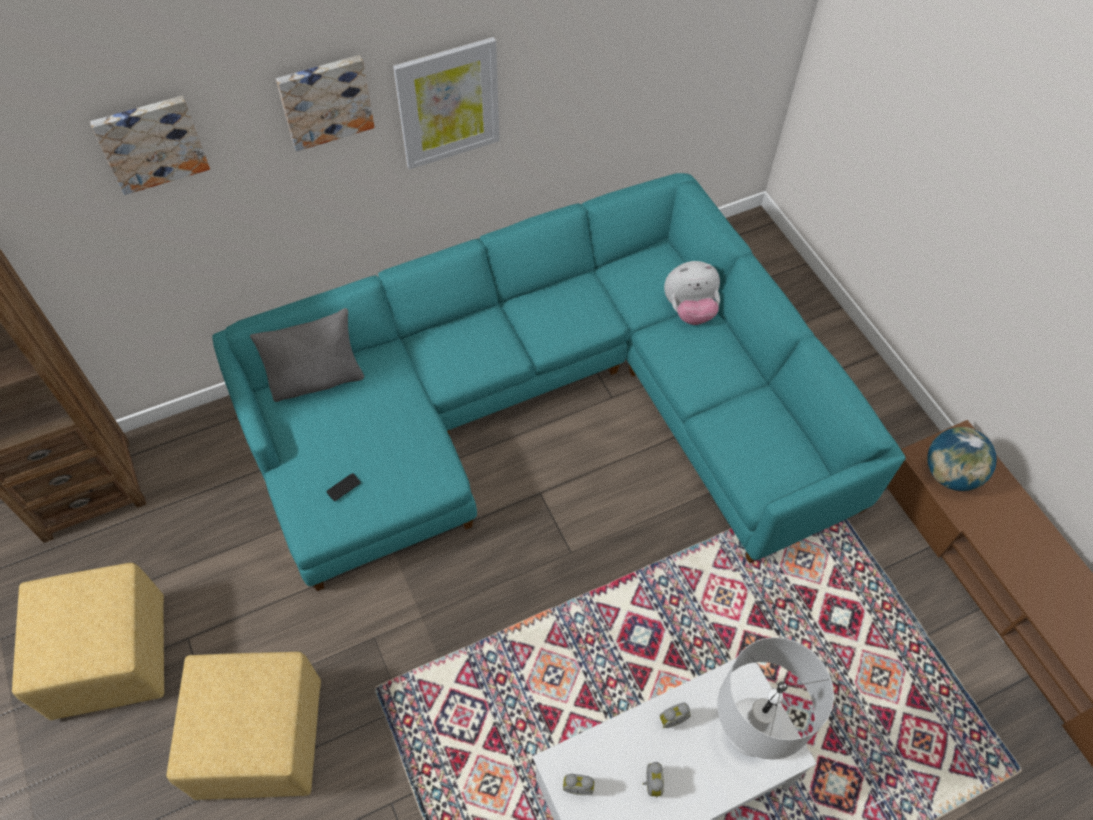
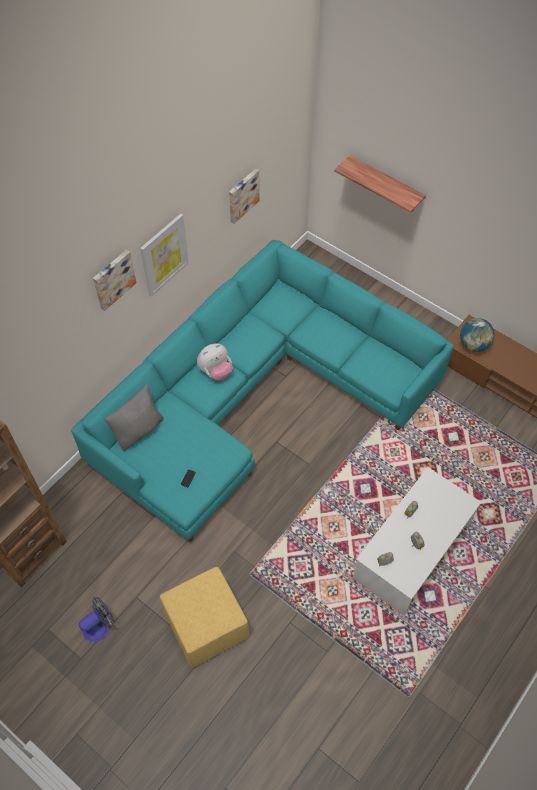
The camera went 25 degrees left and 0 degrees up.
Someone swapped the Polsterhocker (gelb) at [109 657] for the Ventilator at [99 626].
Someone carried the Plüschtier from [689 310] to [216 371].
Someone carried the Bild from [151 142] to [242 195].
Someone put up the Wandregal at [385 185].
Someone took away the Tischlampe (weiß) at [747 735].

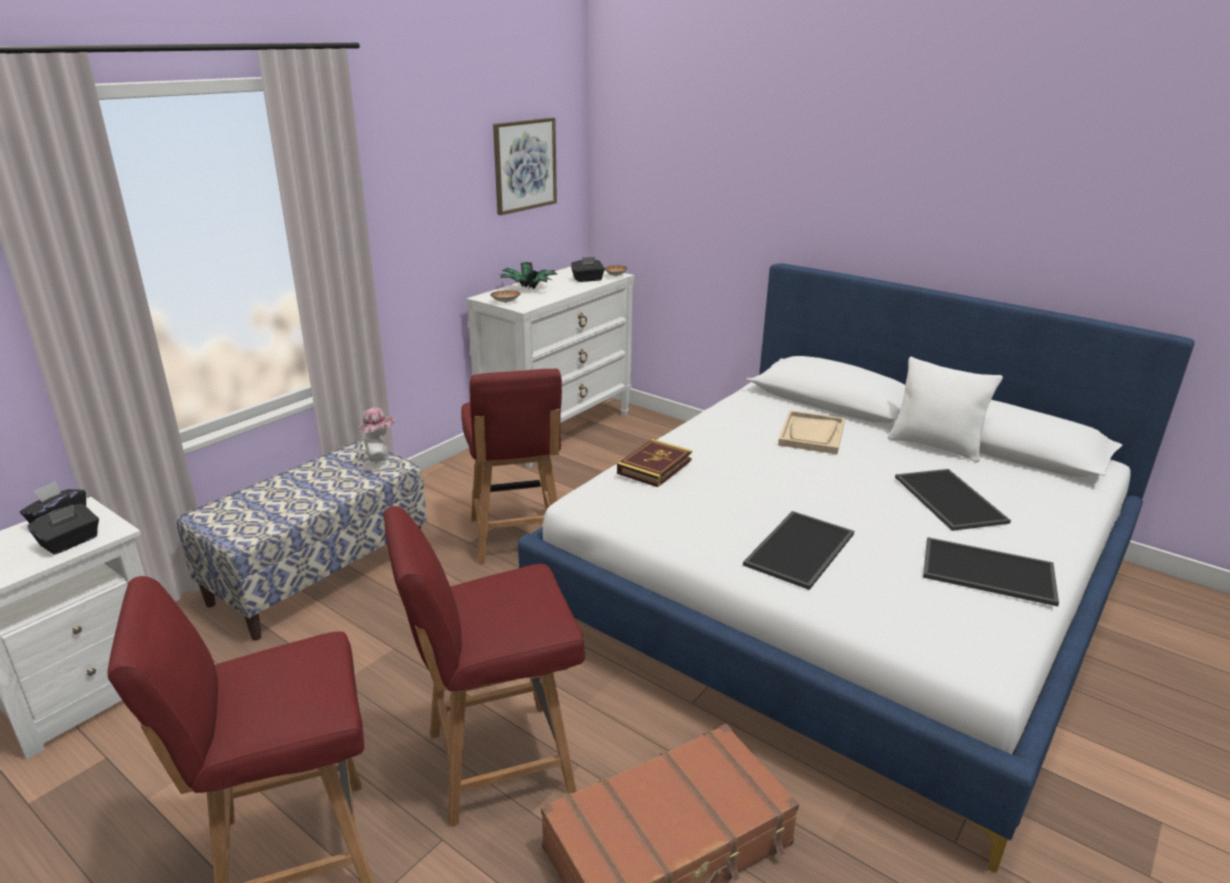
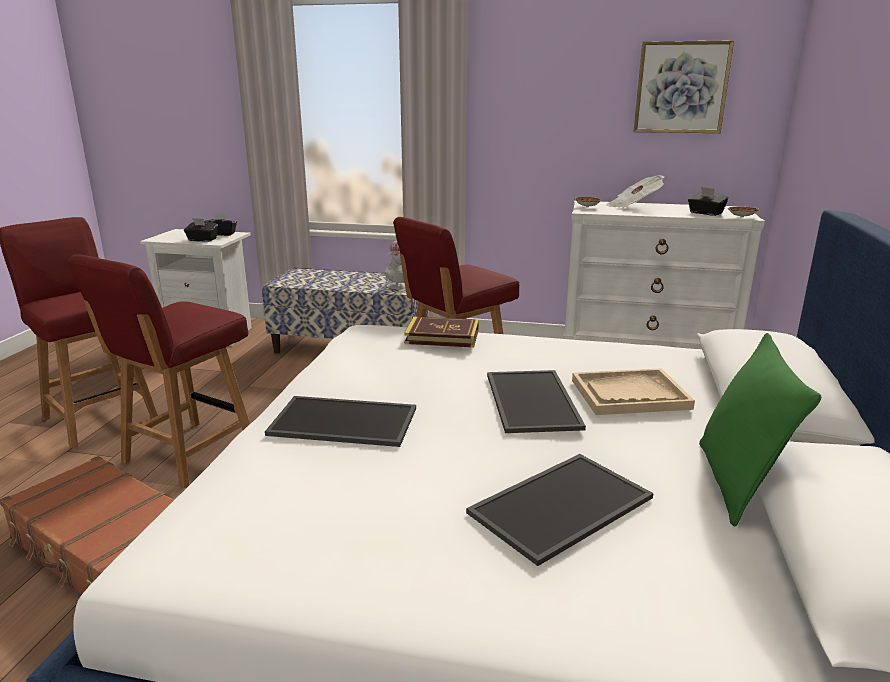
The camera went 65 degrees right and 5 degrees down.
Someone rotated the Stuhl (rot) at [495 762] by 105 degrees counterclockwise.
Someone carried the Tablett from [987 572] to [529 400].
Someone swapped the Topfpflanze at [528 289] for the Zeitung at [633 206].
Someone repainted the Kissen (weiß) at [935 446], which became the Kissen (grün) at [736 483].

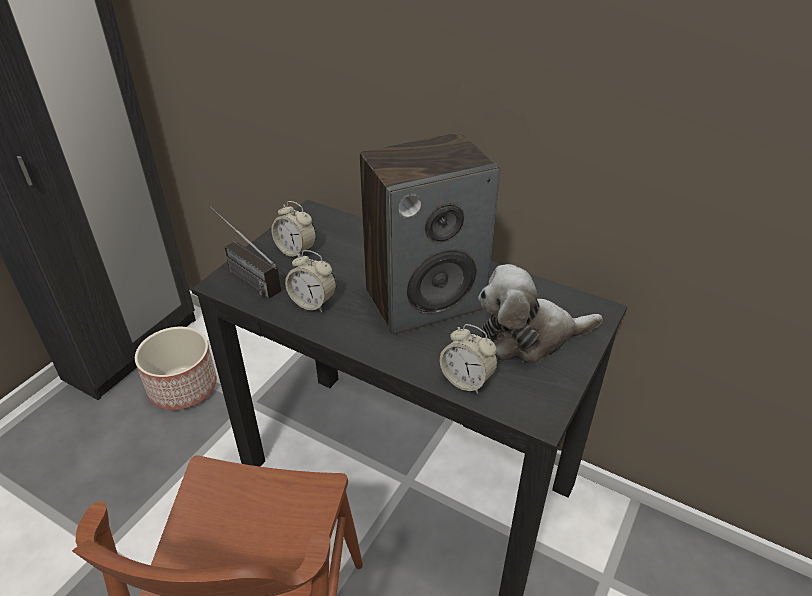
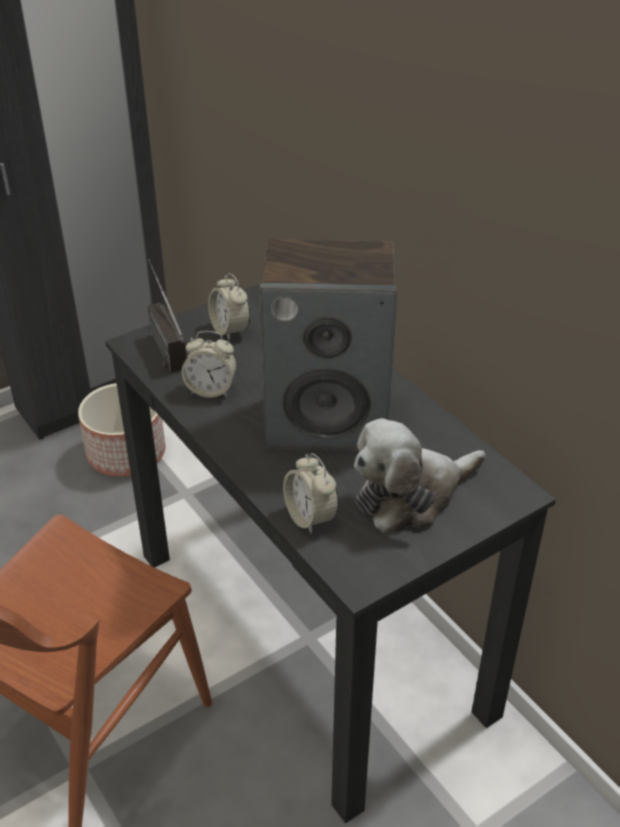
The camera went 25 degrees right and 0 degrees up.
Someone rotated the Wecker at [313 302] by 45 degrees counterclockwise.
Someone rotated the Plüschtier at [529 337] by 45 degrees counterclockwise.

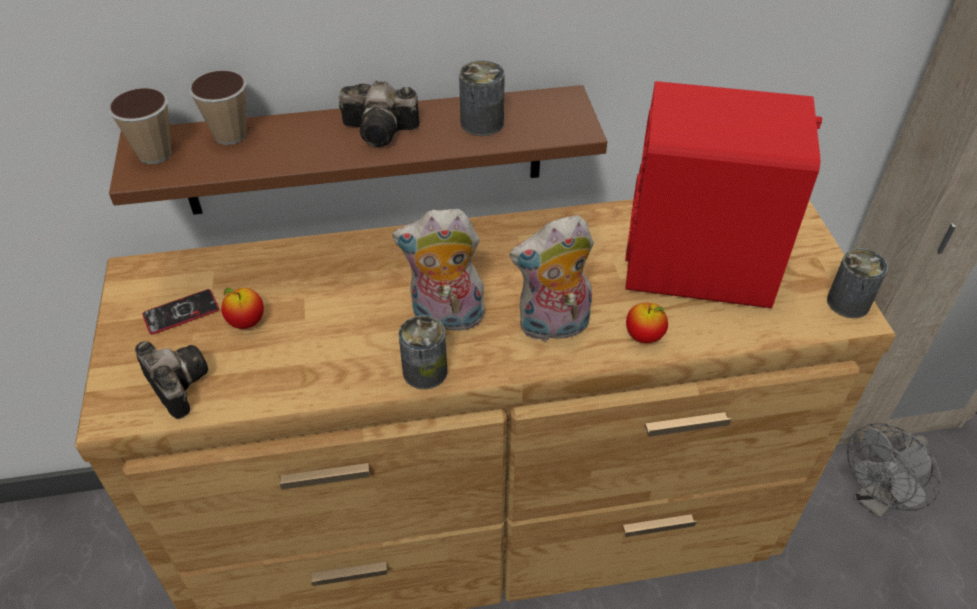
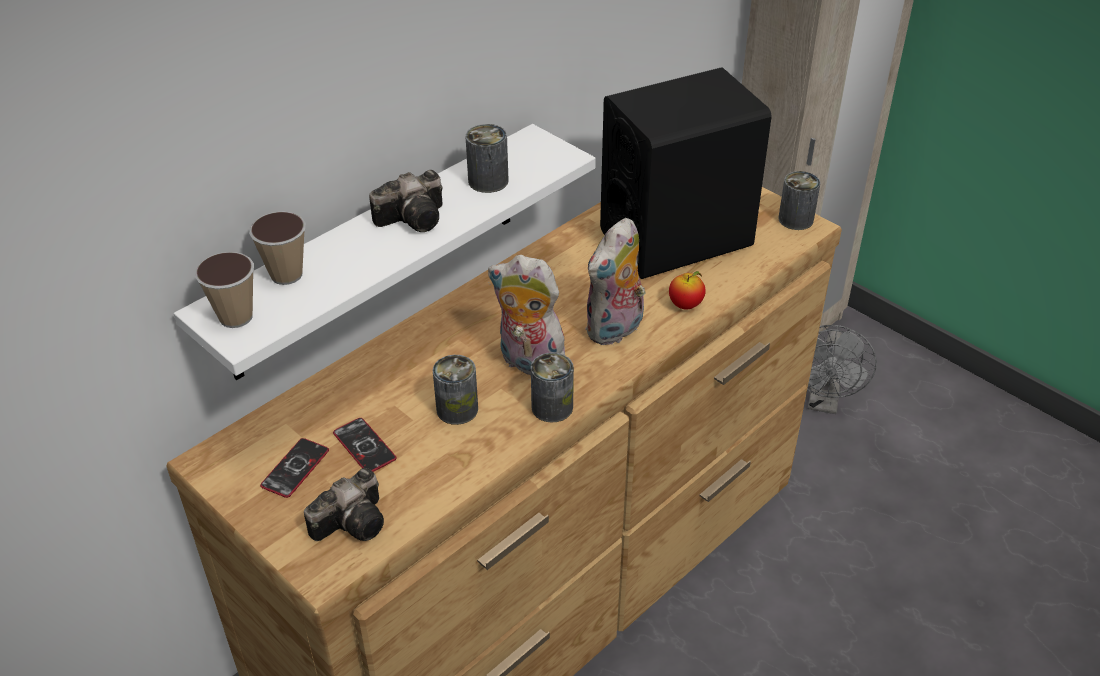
The camera went 35 degrees left and 5 degrees down.
Someone repainted the Wandregal (braun) at [364 151], which became the Wandregal (weiß) at [376 252].
Someone rotated the Kamera at [175 383] by 120 degrees clockwise.
Someone swapped the Apfel at [246 322] for the Handy at [364 446].
Someone put down the Dose at [457 409].
Someone rotated the Plüschtier at [445 318] by 60 degrees clockwise.
Someone repainted the Lautsprecher (rot) at [699 265], which became the Lautsprecher (schwarz) at [676 238].

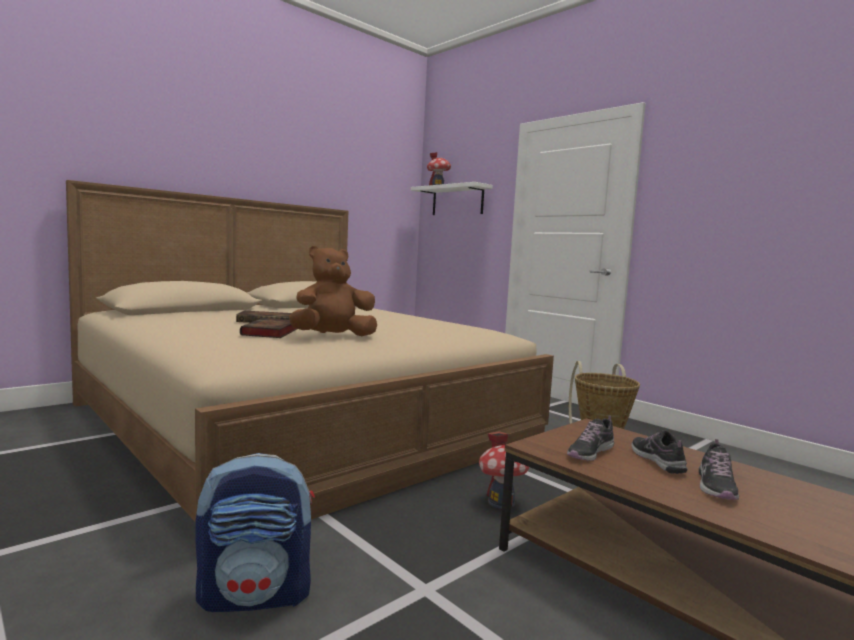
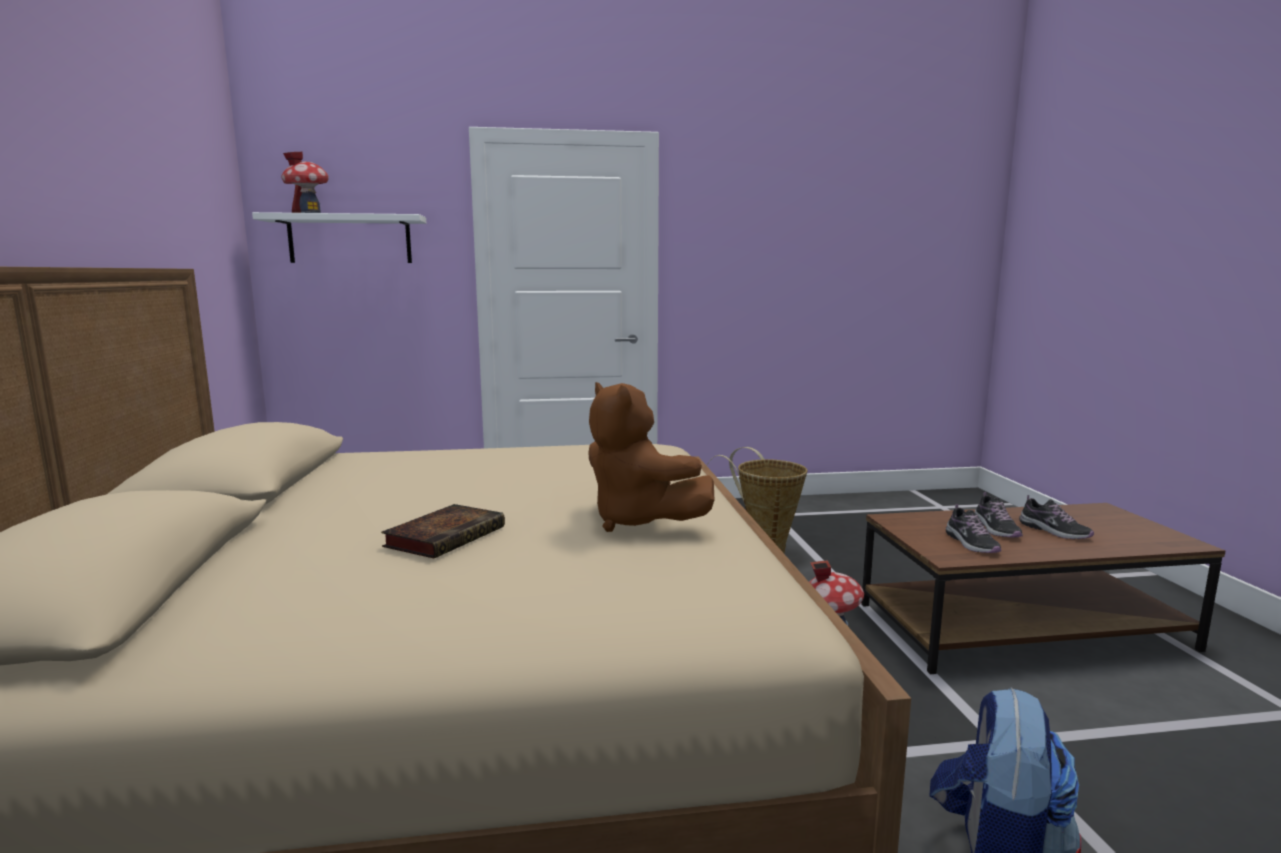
The camera went 55 degrees left and 5 degrees up.
Someone rotated the Plüschtier (braun) at [333 336] by 45 degrees counterclockwise.
Someone rotated the Schuh at [657 461] by 120 degrees counterclockwise.
Someone took away the Buch at [271 332].

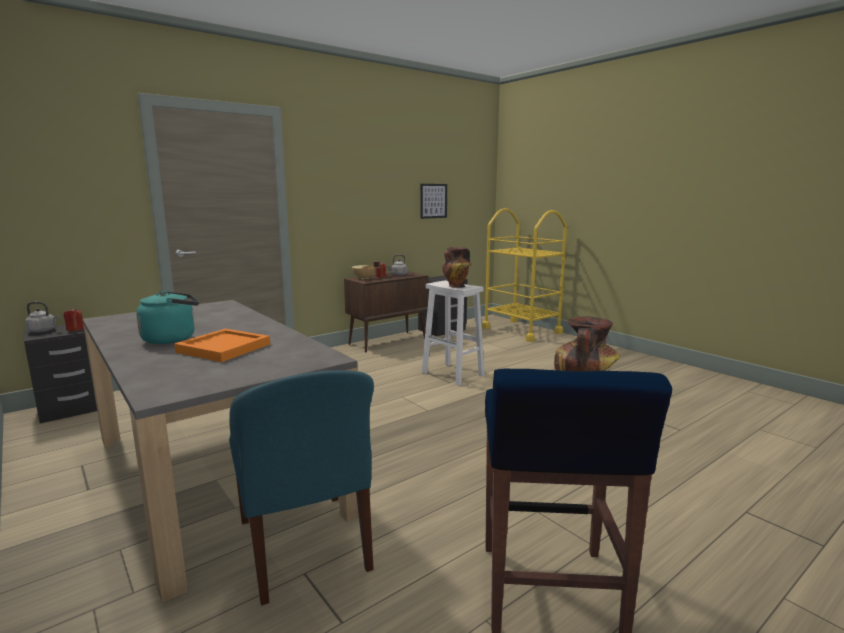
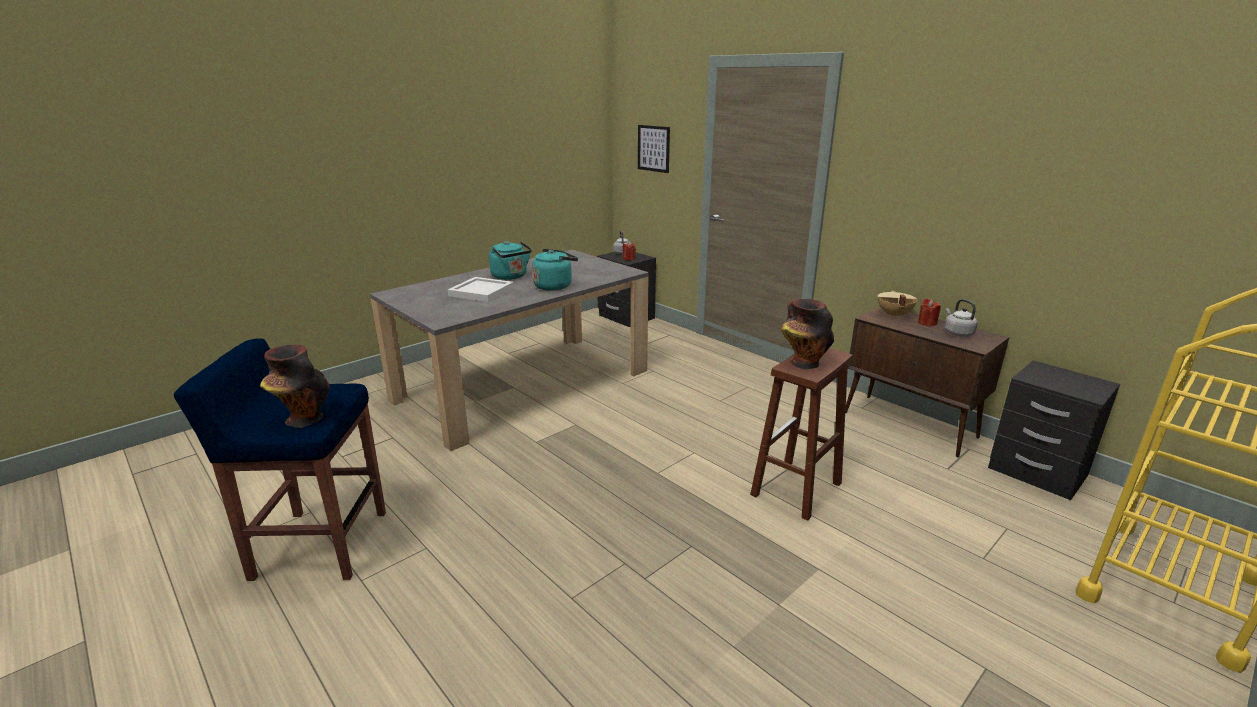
The camera went 85 degrees right and 10 degrees up.
Someone repainted the Tablett (orange) at [224 348], which became the Tablett (weiß) at [482 291].
Someone put down the Wasserkessel (türkis) at [555 286].
Someone carried the Bild from [433 201] to [653 148].
Someone repainted the Hocker (weiß) at [453 374], which became the Hocker (braun) at [796 490].
Someone took away the Stuhl (blau) at [304 547].

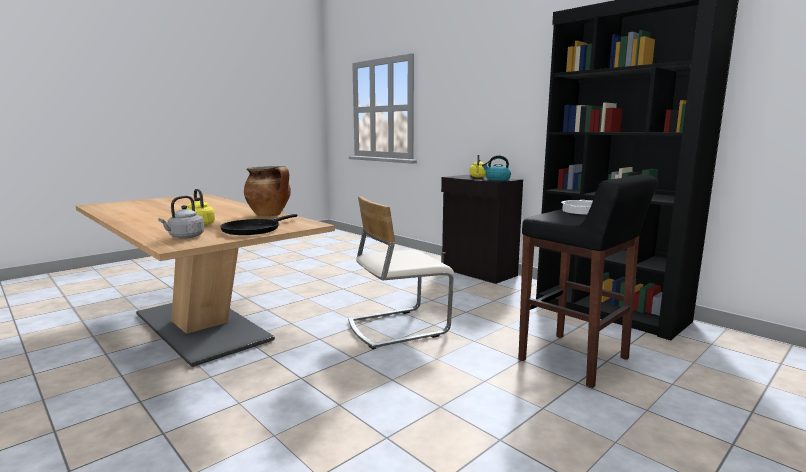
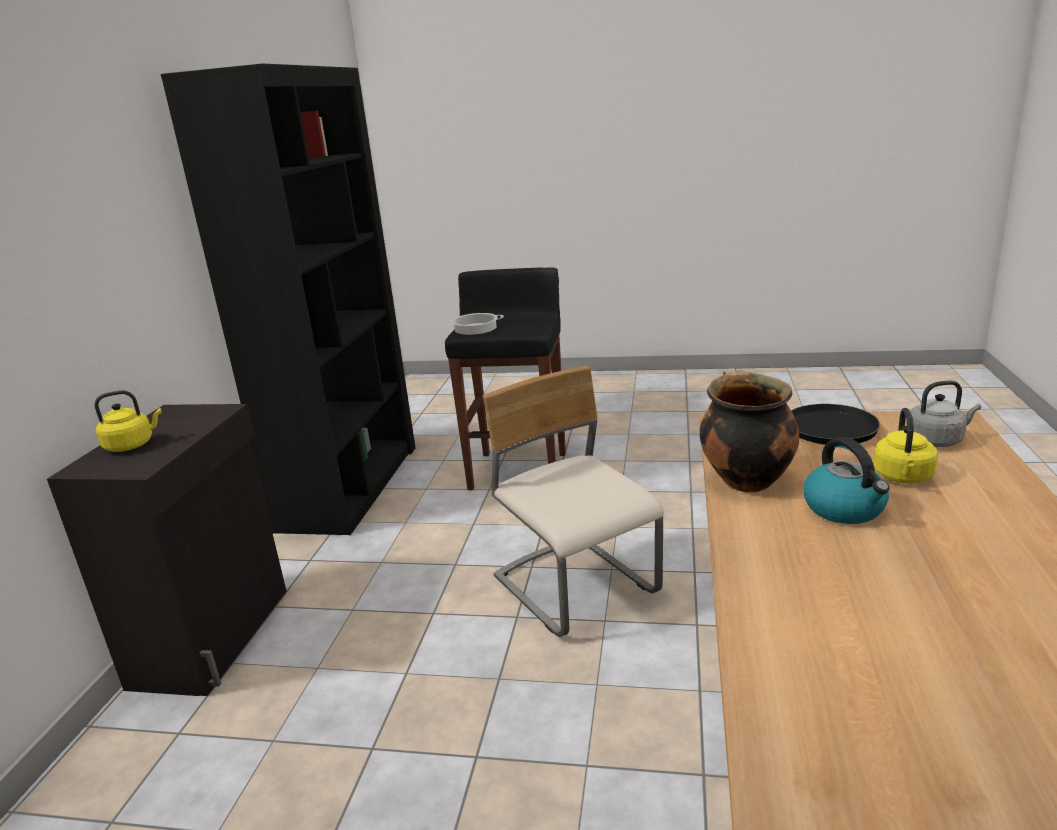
The camera went 125 degrees left and 10 degrees up.
Someone rotated the Stuhl (beige) at [397 327] by 150 degrees counterclockwise.
Someone carried the Wasserkessel from [497 179] to [845 509].

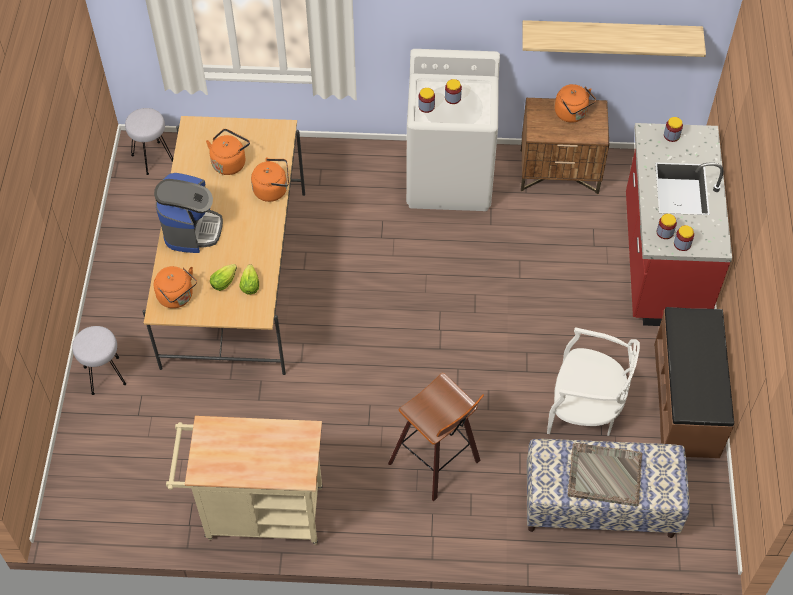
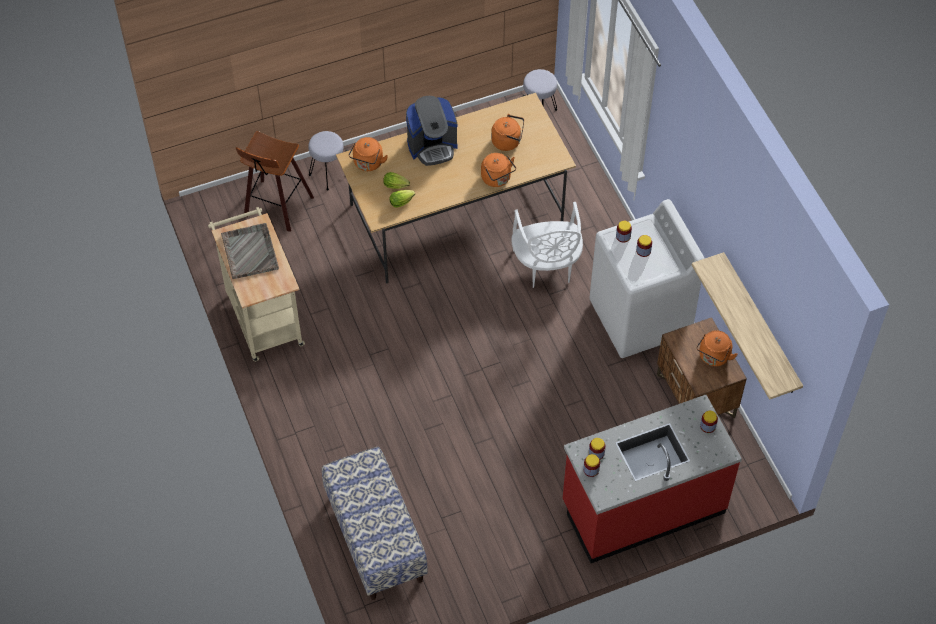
The camera went 65 degrees right and 0 degrees up.
Someone carried the Tablett (grau) from [603 475] to [249 251].
Someone carried the Hocker from [438 462] to [276 208].
Someone carried the Stuhl (weiß) from [585 410] to [546 266].
Someone took away the Bank (braun) at [687 399].

